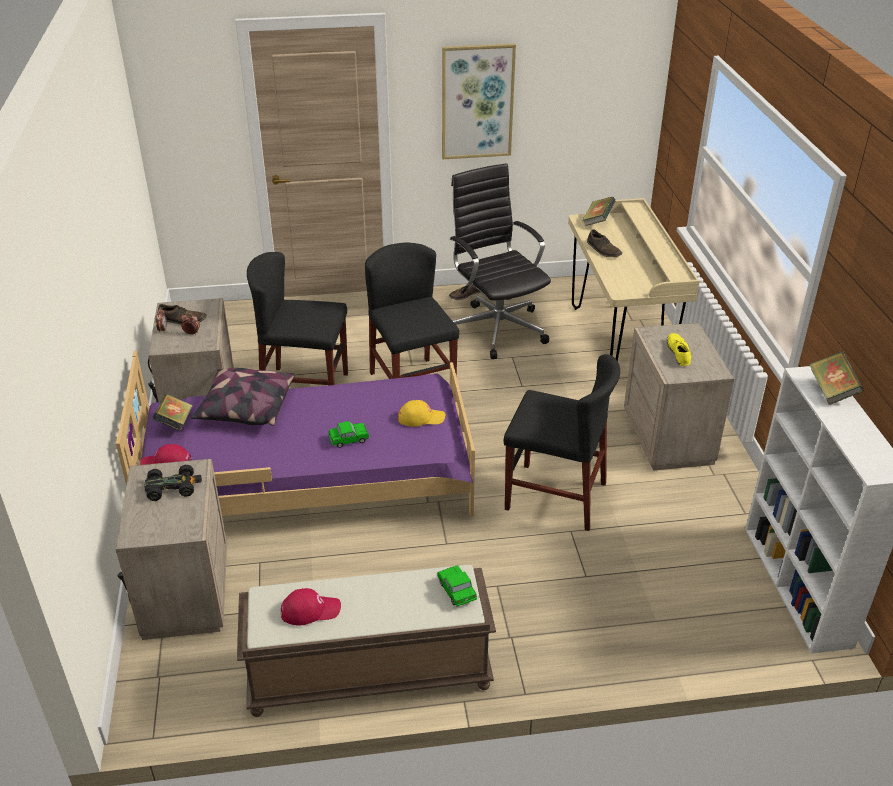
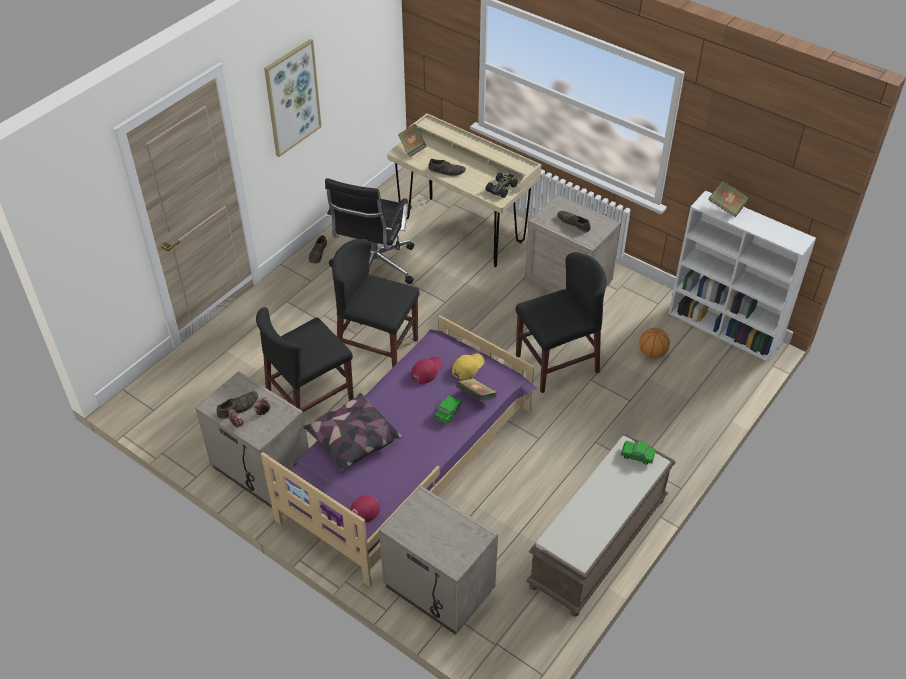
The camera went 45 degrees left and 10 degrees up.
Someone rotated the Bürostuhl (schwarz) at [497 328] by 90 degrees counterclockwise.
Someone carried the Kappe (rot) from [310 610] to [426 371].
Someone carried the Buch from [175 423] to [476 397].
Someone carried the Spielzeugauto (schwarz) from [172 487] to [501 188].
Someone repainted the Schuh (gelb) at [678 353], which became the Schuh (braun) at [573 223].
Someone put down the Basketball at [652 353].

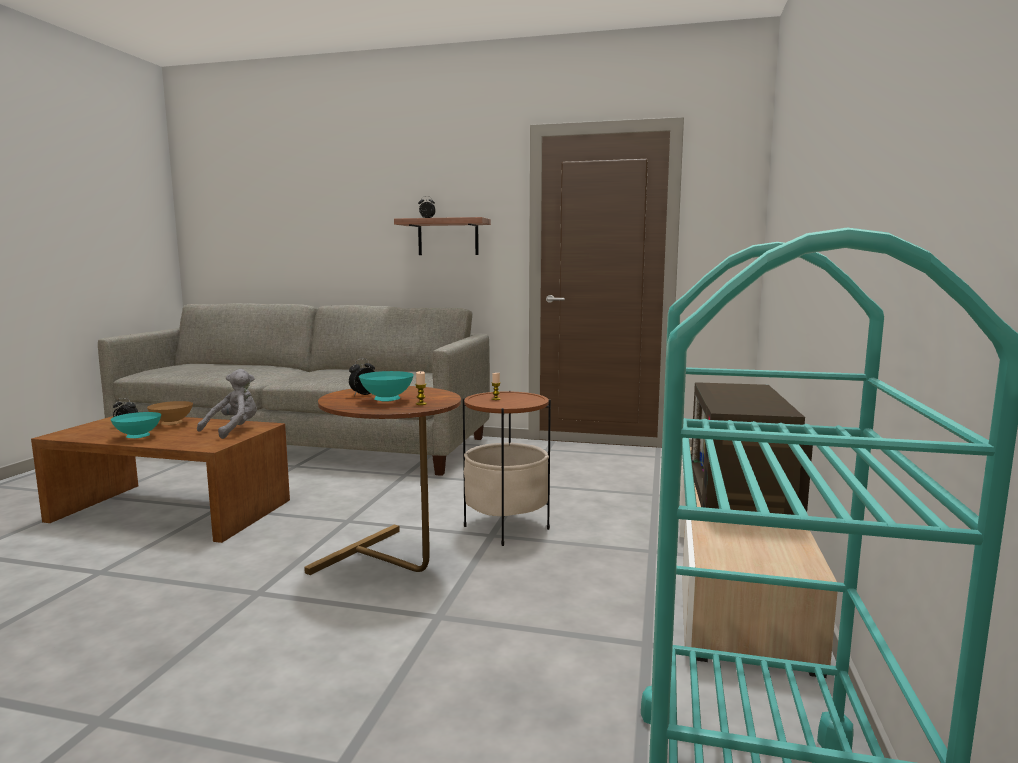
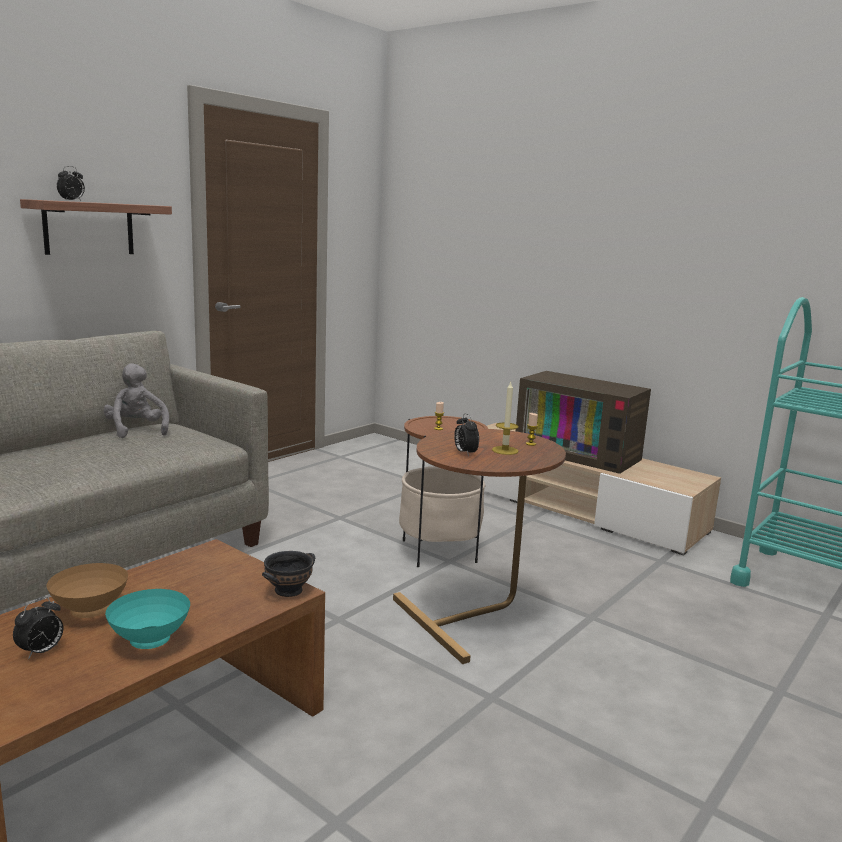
The camera went 65 degrees left and 5 degrees up.
Someone carried the Plüschtier (grau) from [234 430] to [136 430].
Someone put down the Schüssel (schwarz) at [290 590].
Someone swapped the Schüssel (türkis) at [387 401] for the Kerze at [505 450].

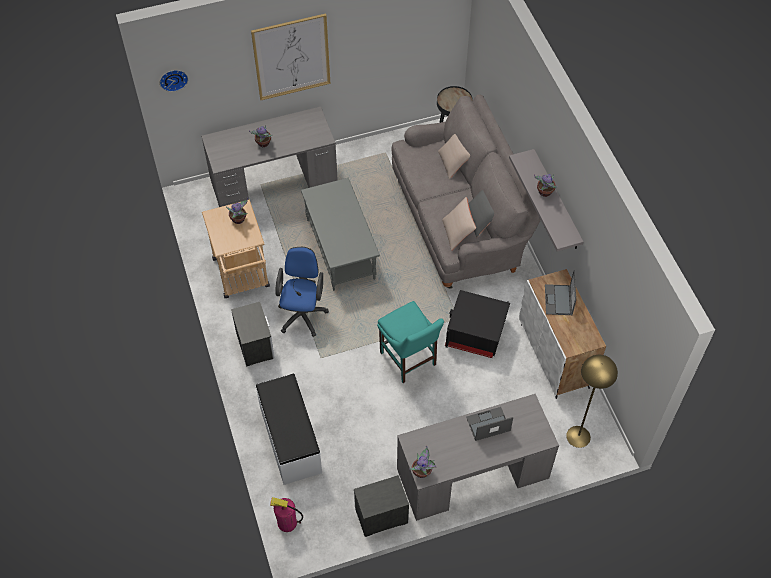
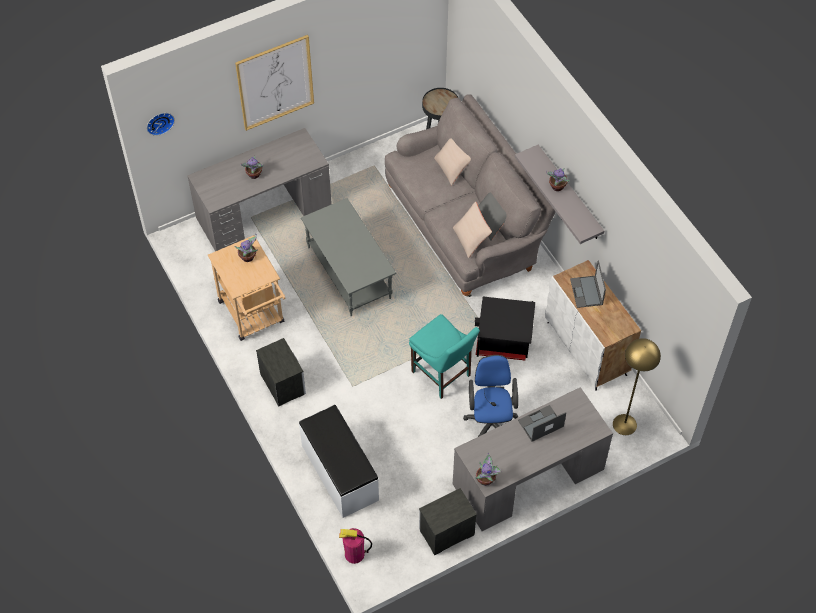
The camera went 10 degrees left and 0 degrees up.
Someone carried the Bürostuhl (blau) from [303 313] to [491 422].

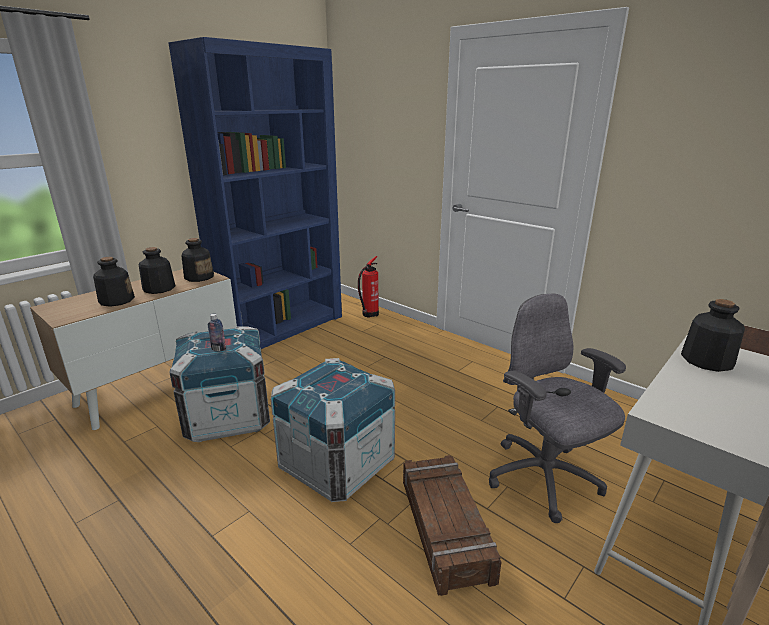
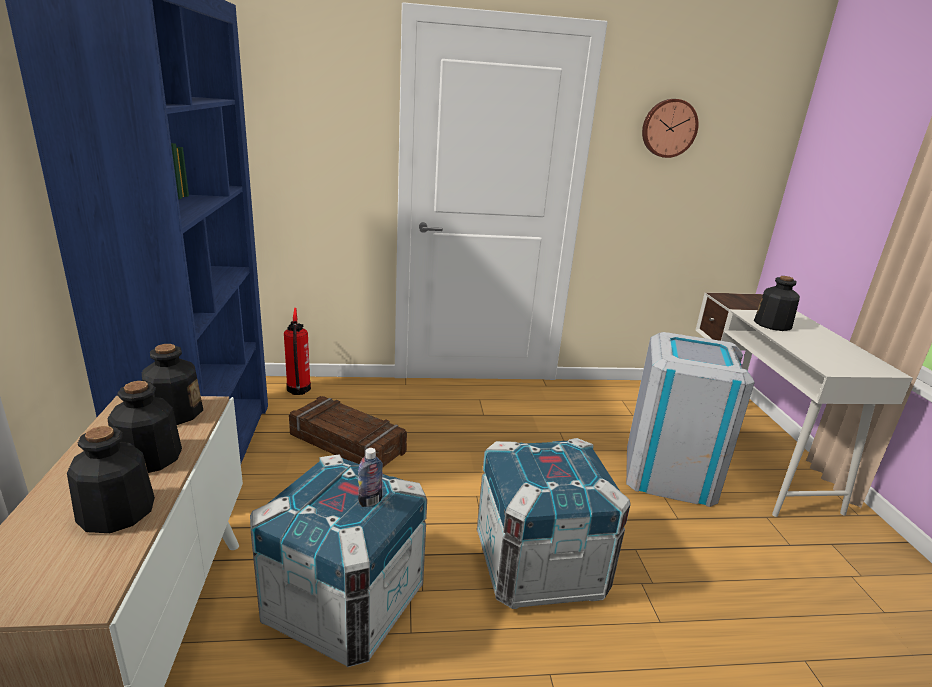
The camera went 50 degrees left and 0 degrees up.
Someone carried the Kiste from [444 528] to [346 444].
Someone swapped the Bürostuhl (grau) at [544 479] for the Mülleimer (grau) at [669 472].
Someone put up the Wanduhr at [668 128].

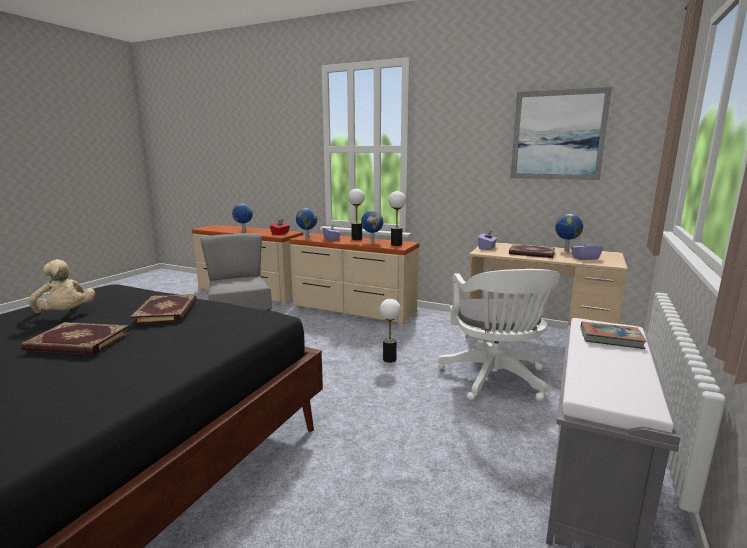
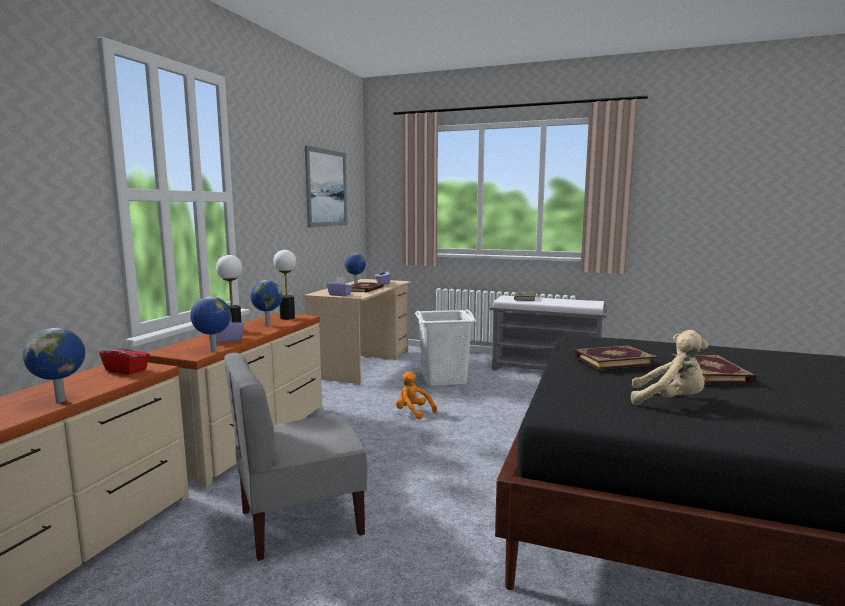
The camera went 95 degrees left and 5 degrees down.
Someone swapped the Tischlampe at [389 359] for the Plüschtier (orange) at [413 412].
Someone swapped the Bürostuhl (weiß) at [495 380] for the Wäschekorb (weiß) at [444 379].
Someone rotated the Plüschtier (beige) at [66 314] by 75 degrees clockwise.

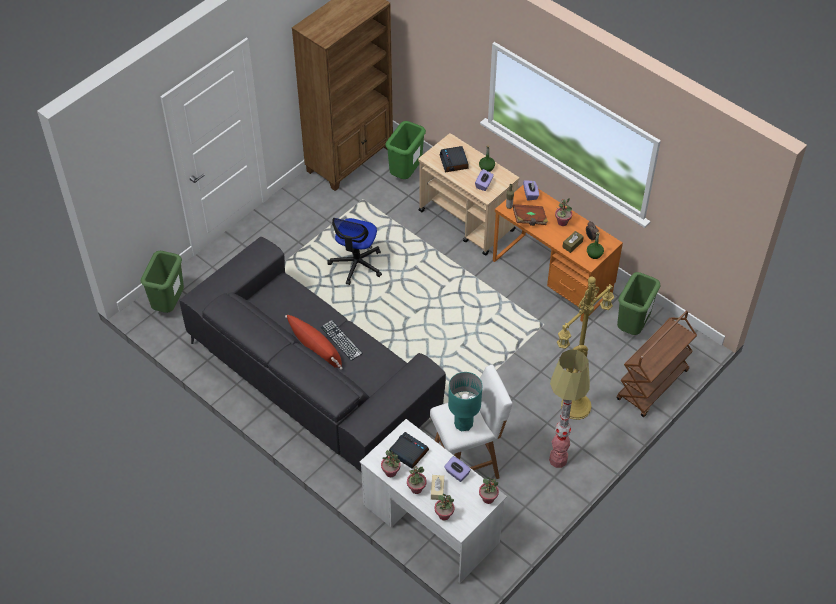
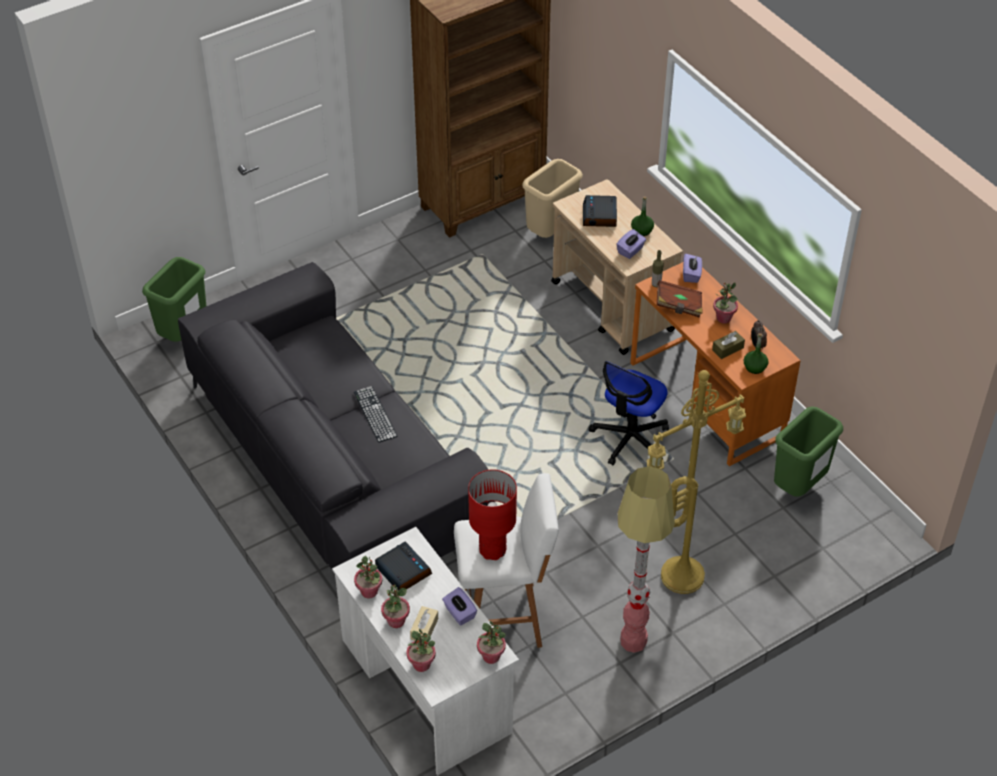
The camera went 15 degrees right and 5 degrees down.
Someone repainted the Tischlampe (türkis) at [463 424], which became the Tischlampe (rot) at [492 550].
Someone repainted the Mülleimer (grün) at [405 173], which became the Mülleimer (beige) at [550 233].
Someone carried the Bürostuhl from [356 264] to [630 439].
Someone took away the Kissen (rot) at [316 349].
Someone took away the Rollwagen (braun) at [652 386].

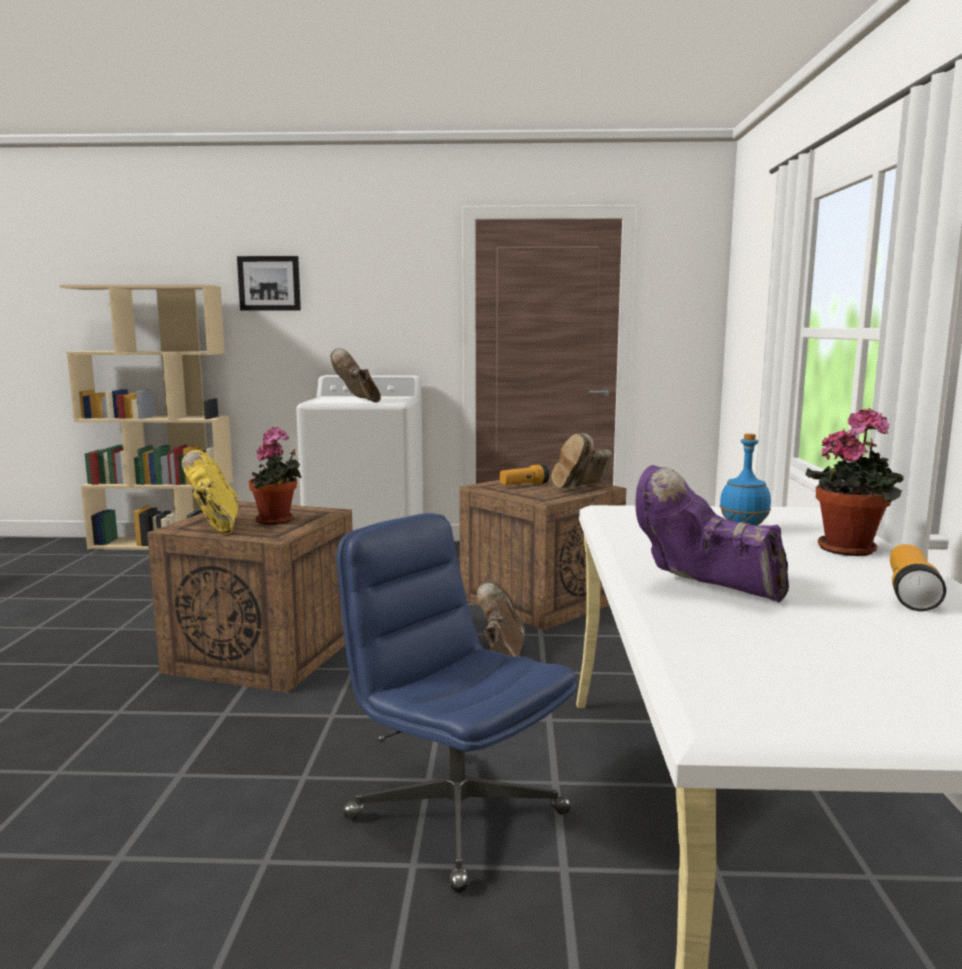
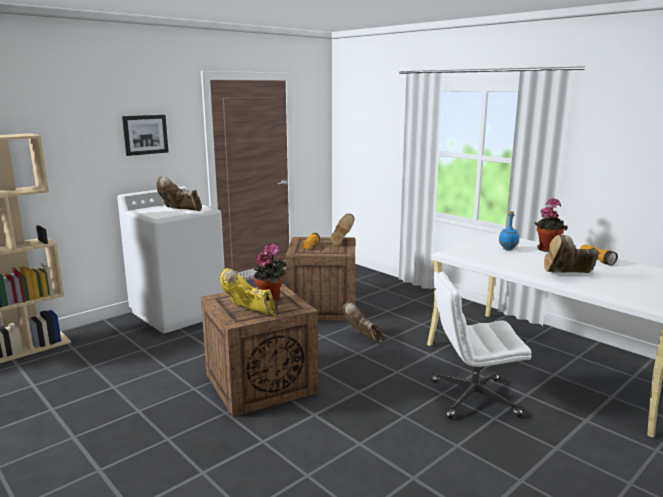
The camera went 45 degrees left and 5 degrees up.
Someone carried the Bild from [269 283] to [145 134].
Someone repainted the Bürostuhl (blau) at [454 814], which became the Bürostuhl (weiß) at [472 398].
Someone repainted the Stiefel (lila) at [705 591], which became the Stiefel (braun) at [567 275].

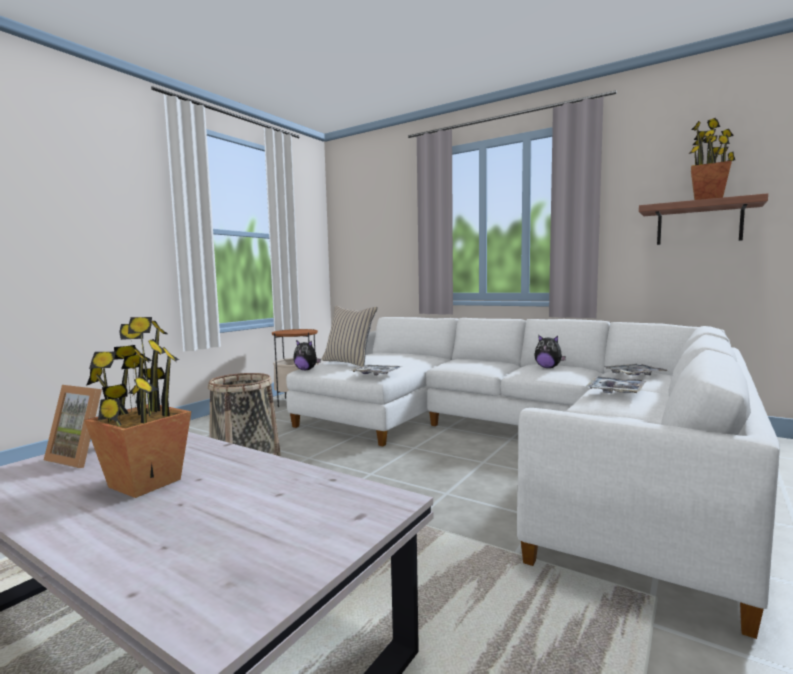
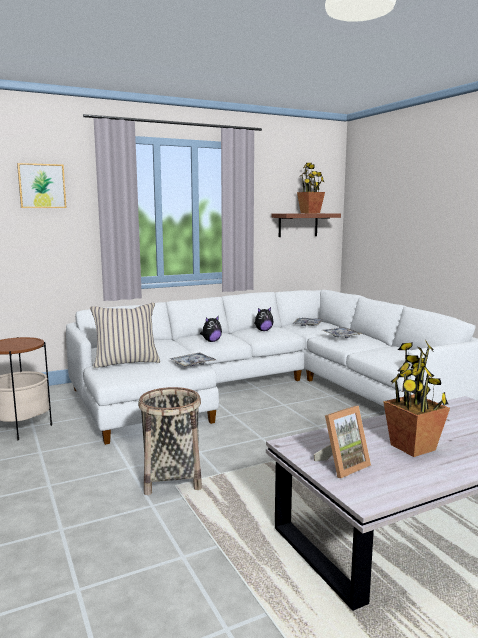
The camera went 60 degrees left and 5 degrees up.
Someone put up the Bild at [42 186].
Someone carried the Plüschtier from [306 370] to [211 341].

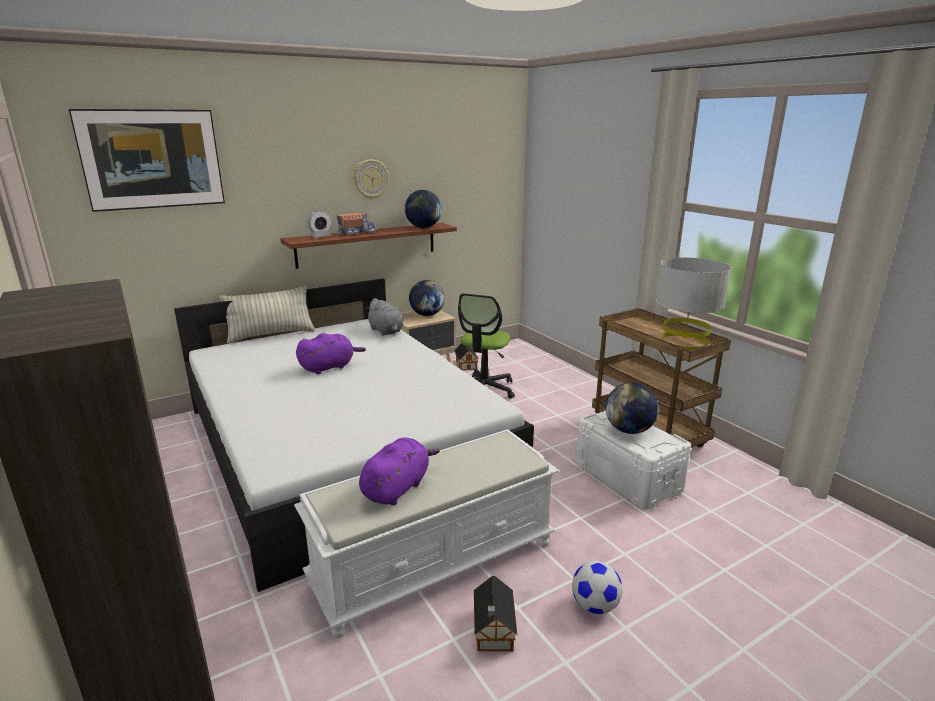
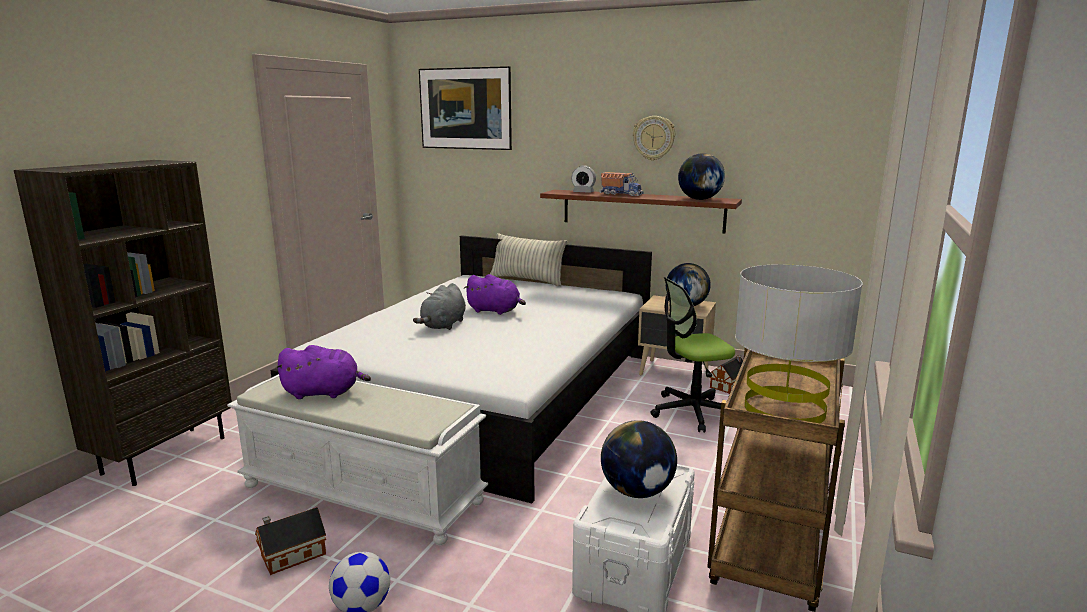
The camera went 55 degrees right and 5 degrees down.
Someone carried the Plüschtier (grau) from [386 331] to [443 325].

